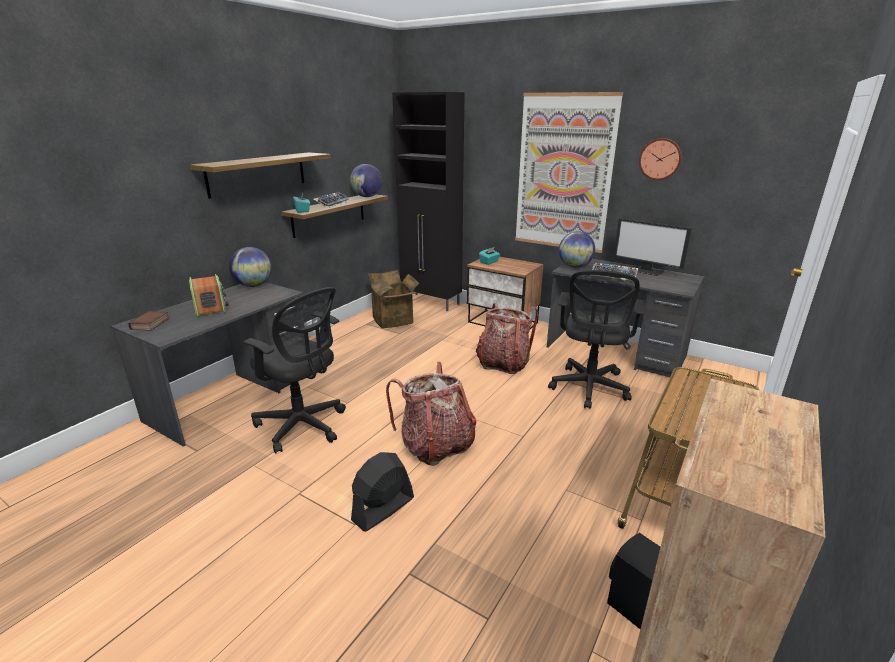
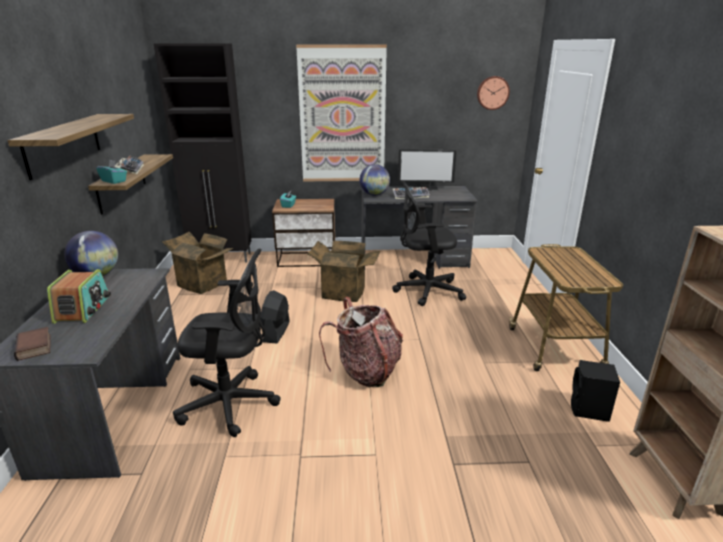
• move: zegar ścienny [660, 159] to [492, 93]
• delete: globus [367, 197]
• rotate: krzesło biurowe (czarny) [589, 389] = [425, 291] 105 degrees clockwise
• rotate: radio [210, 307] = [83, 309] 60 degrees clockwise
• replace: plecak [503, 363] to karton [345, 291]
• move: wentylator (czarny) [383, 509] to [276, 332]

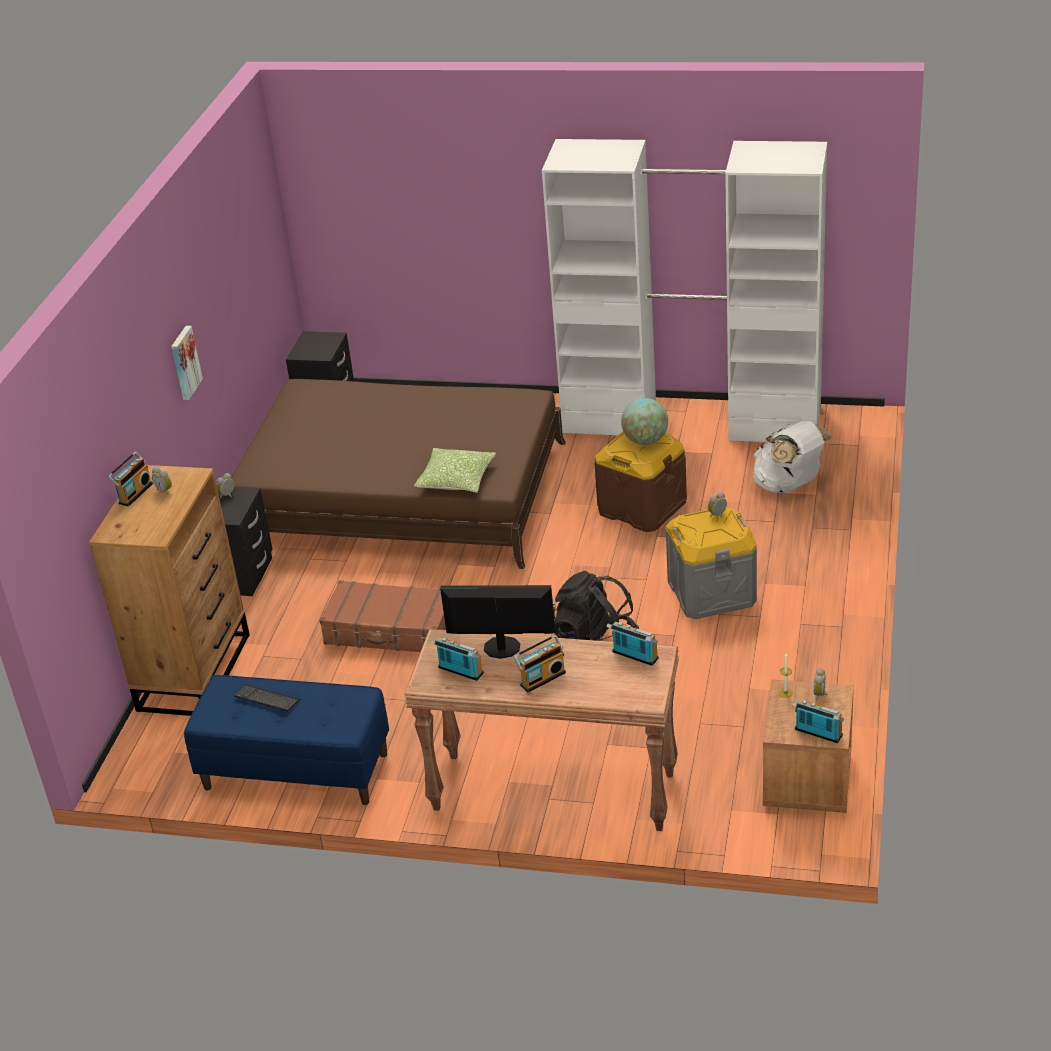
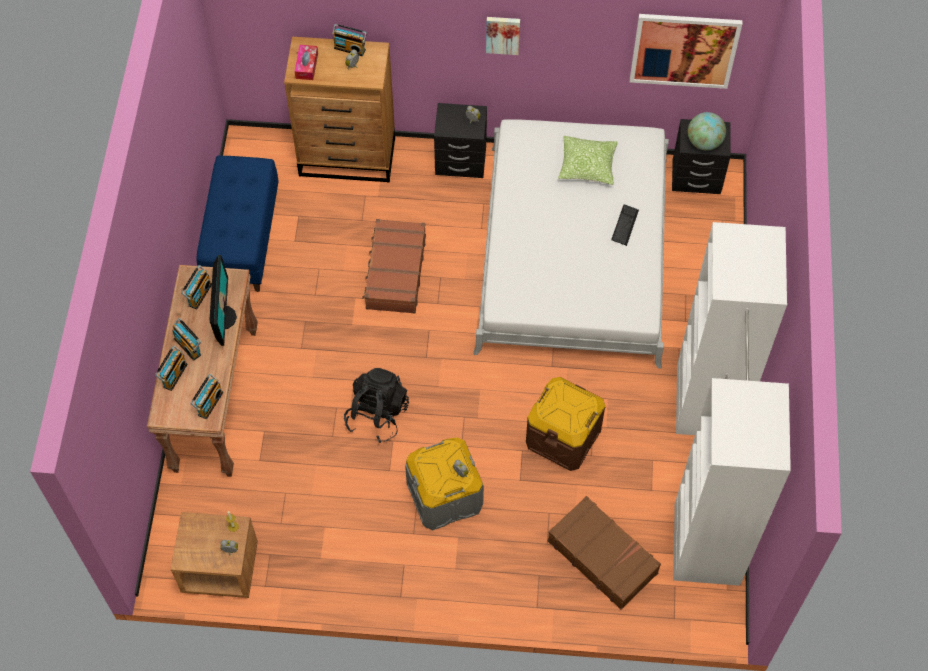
• recolor: łóżko (brązowy) [402, 495] to łóżko (biały) [573, 253]
• move: globus [645, 441] to [704, 142]
• replace: plecak (biały) [789, 485] to walizka (brązowy) [602, 556]
• move: poduszka [456, 480] to [587, 165]
• move: klawiatura [267, 699] to [625, 225]
• move: radio [817, 734] to [173, 375]
• insert: obraz [684, 50]
• insert: pudełko chusteczek [306, 66]

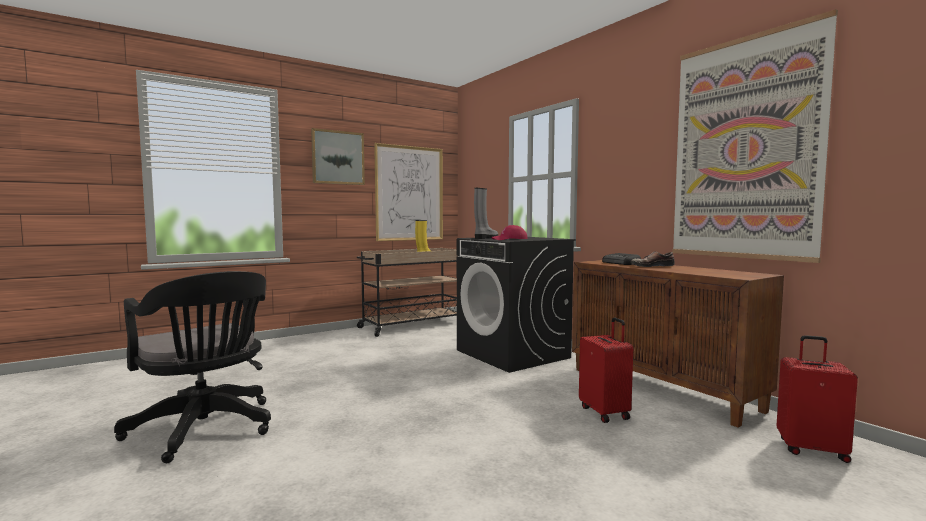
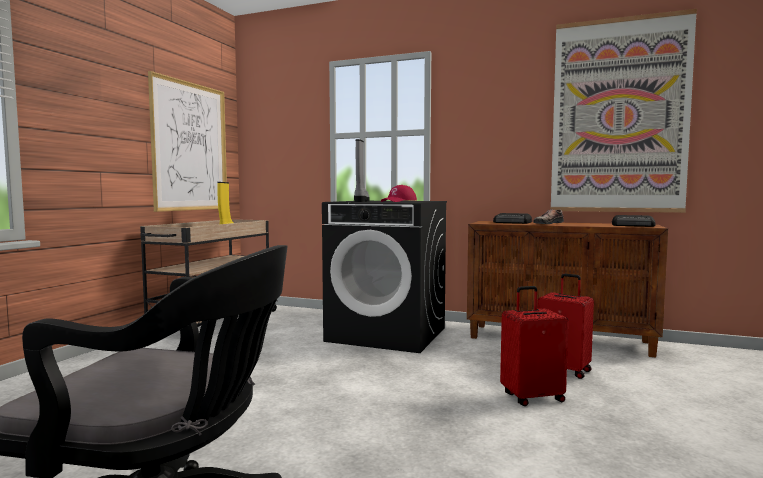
• delete: obraz [338, 157]
• move: walizka (czerwony) [811, 450] to [532, 397]
• insert: radio [633, 225]

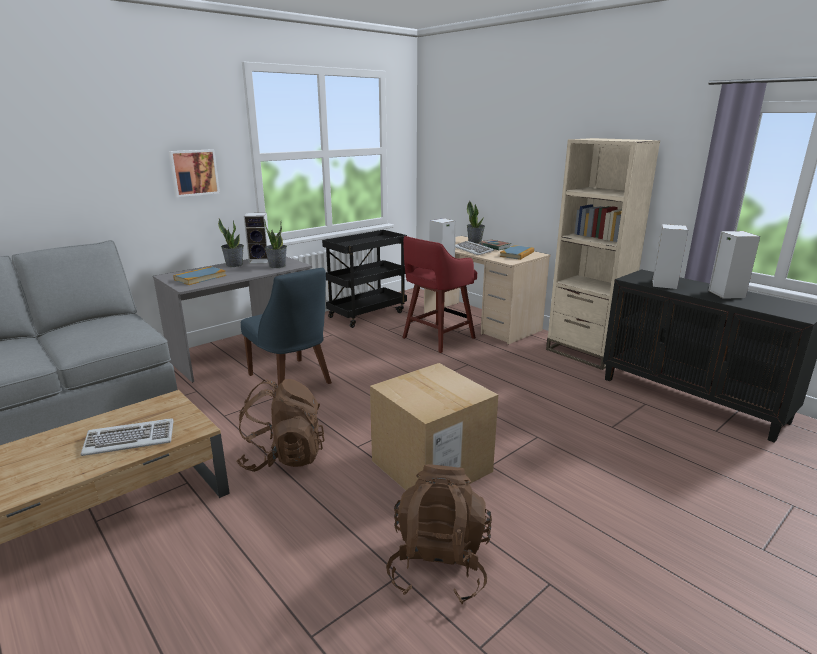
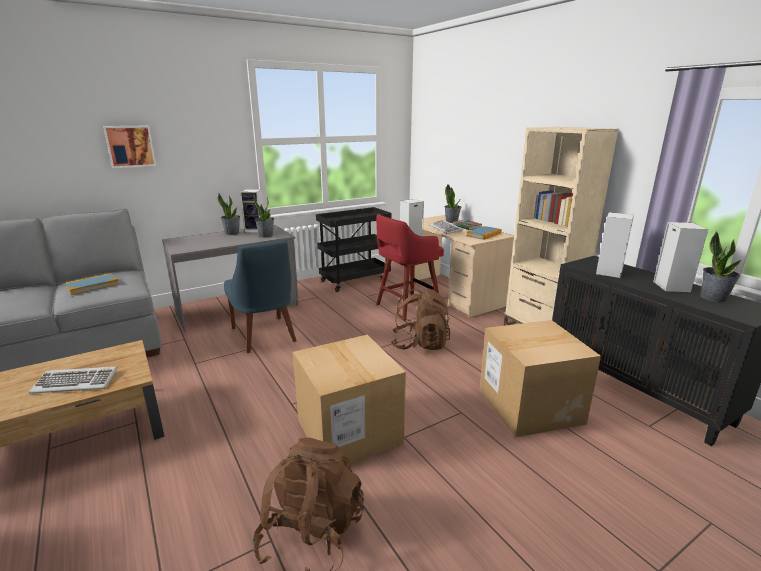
• move: obraz [194, 172] to [130, 146]
• move: książka [200, 278] to [92, 286]
• move: plecak (brązowy) [283, 457] to [420, 344]
• insert: roślina doniczkowa [713, 297]
• insert: karton [530, 406]

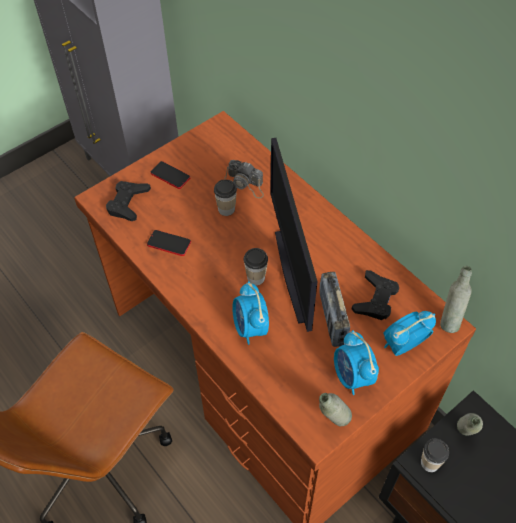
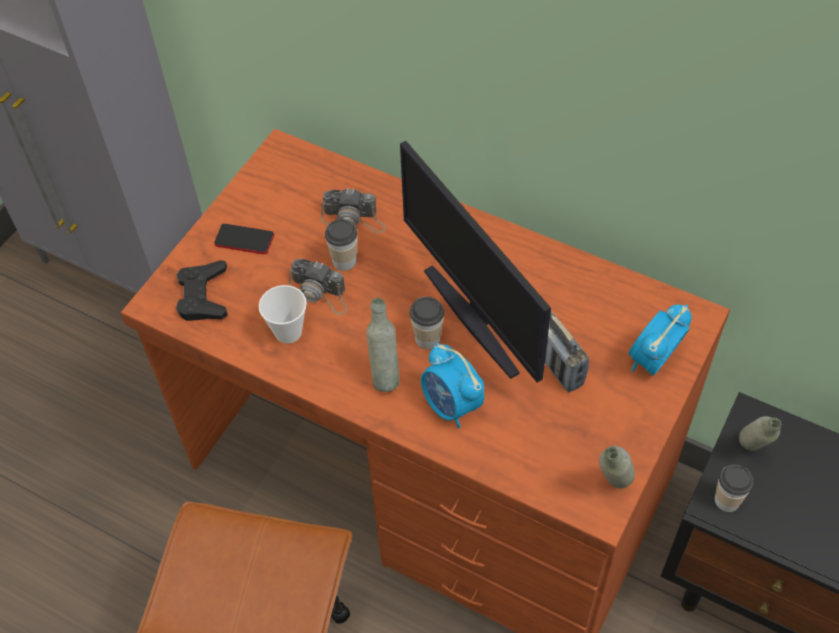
• replace: telefon [169, 243] to filiżanka [288, 332]
• move: butelka (szary) [449, 320] to [385, 375]
• delete: pad do gier (czarny) [375, 299]
• delete: budzik [352, 376]
• insert: aparat fotograficzny [319, 293]

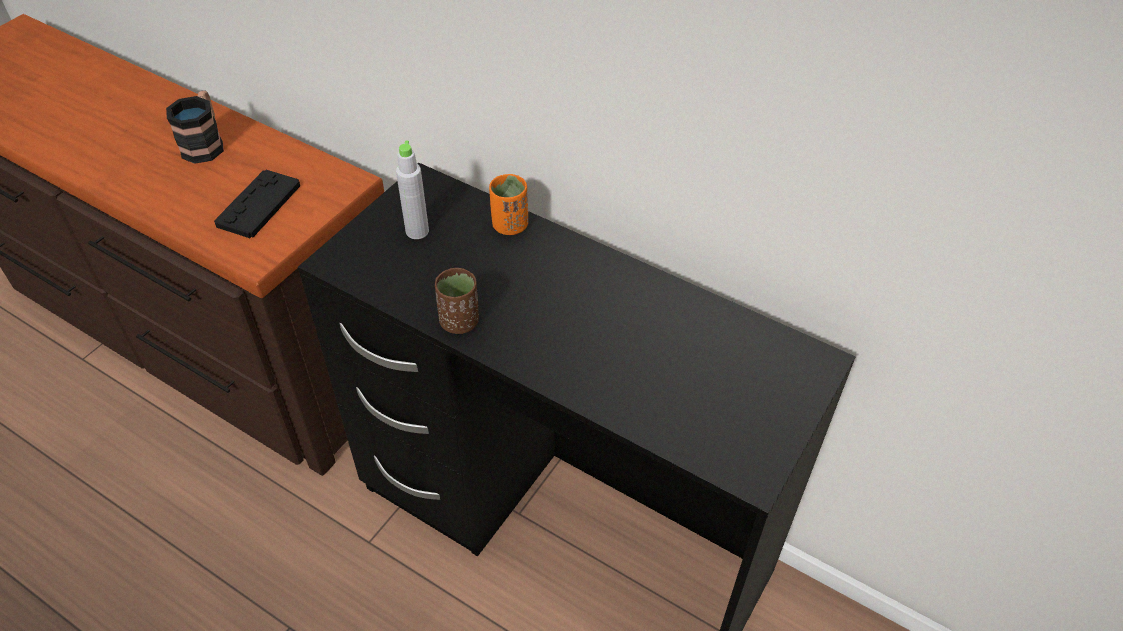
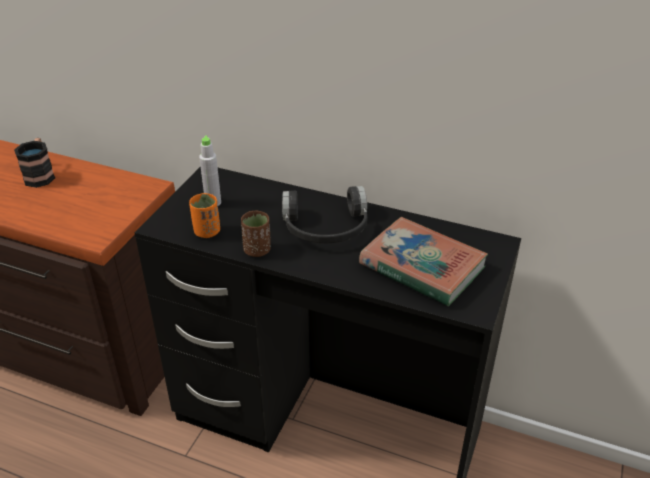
• delete: pad do gier (czarny) [259, 205]
• move: filiżanka (pomarańczowy) [510, 225] to [207, 232]
• insert: słuchawki (czarny) [326, 228]
• insert: książka [422, 266]

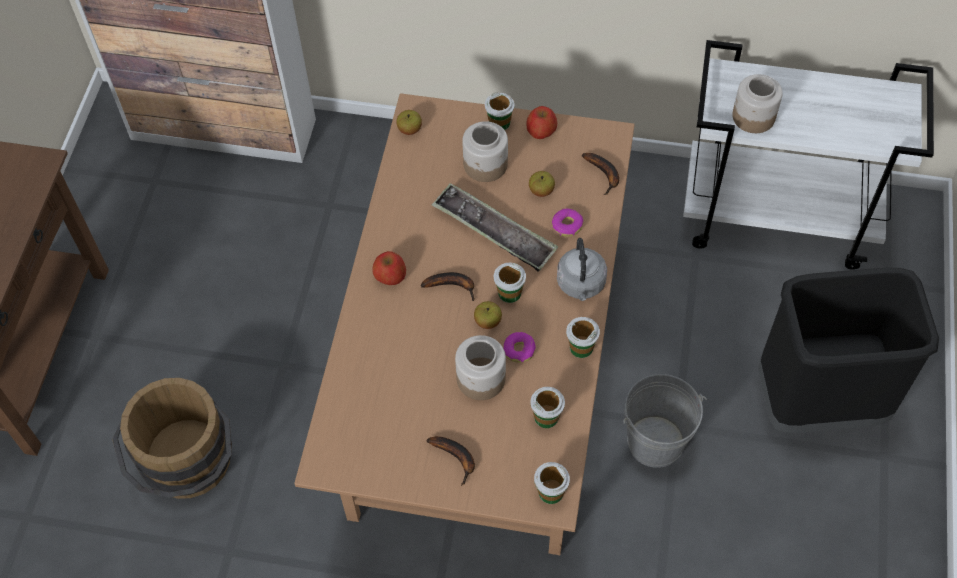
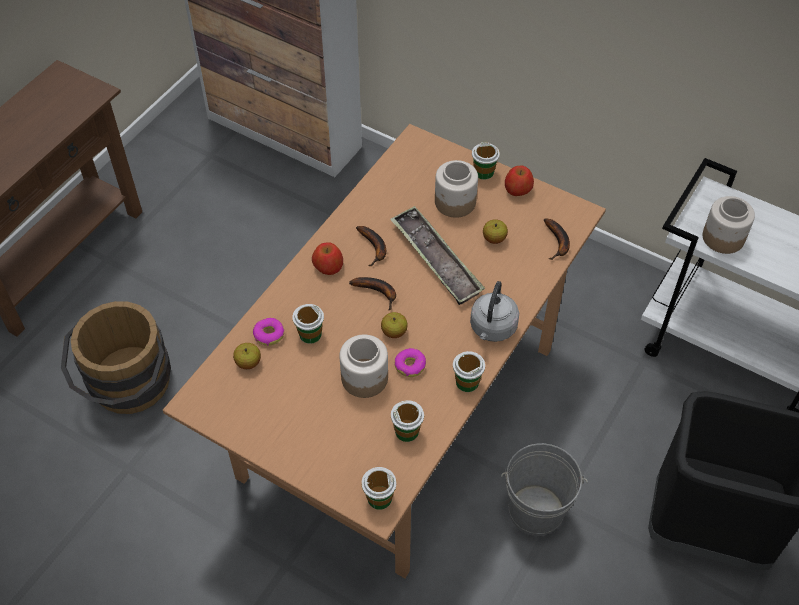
• move: jabłko [409, 129] to [248, 363]
• move: donut [567, 225] to [269, 334]
• move: filiżanka [509, 293] to [310, 334]
• move: banan [456, 458] to [374, 248]

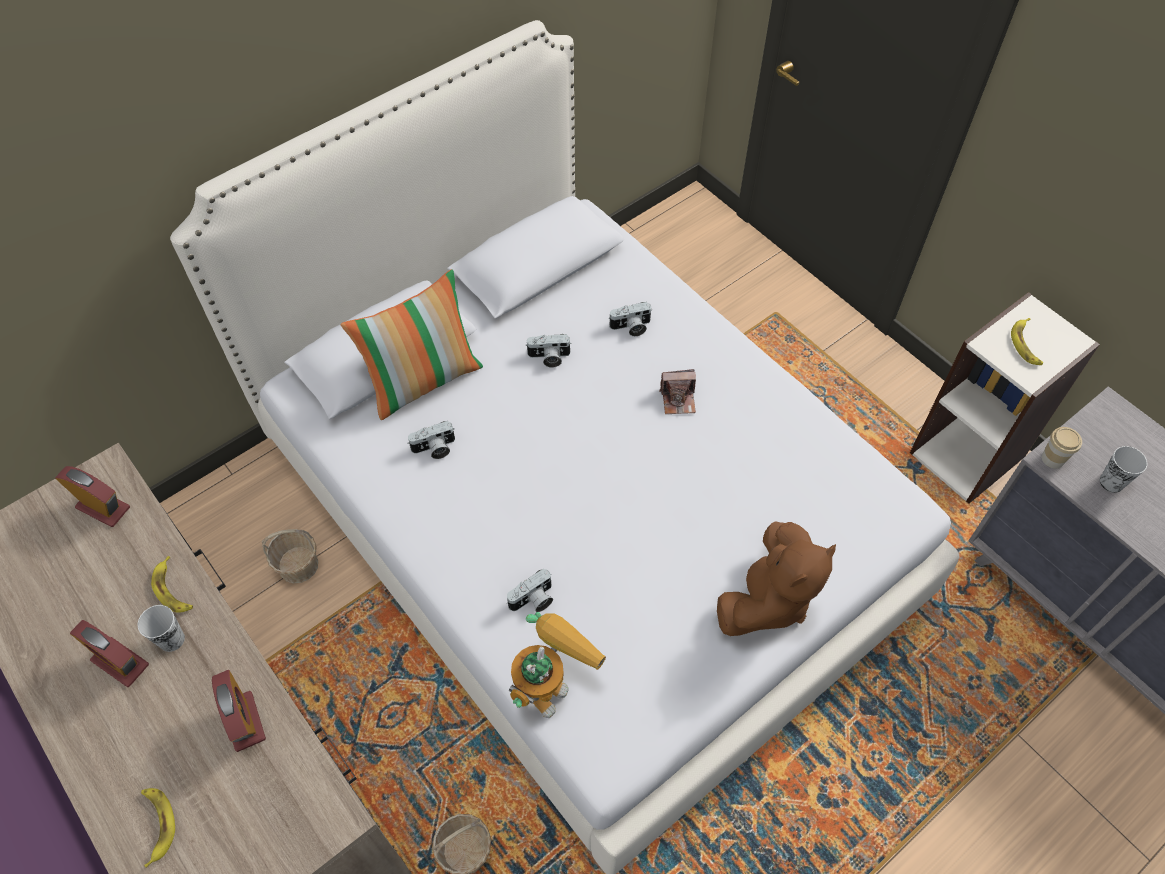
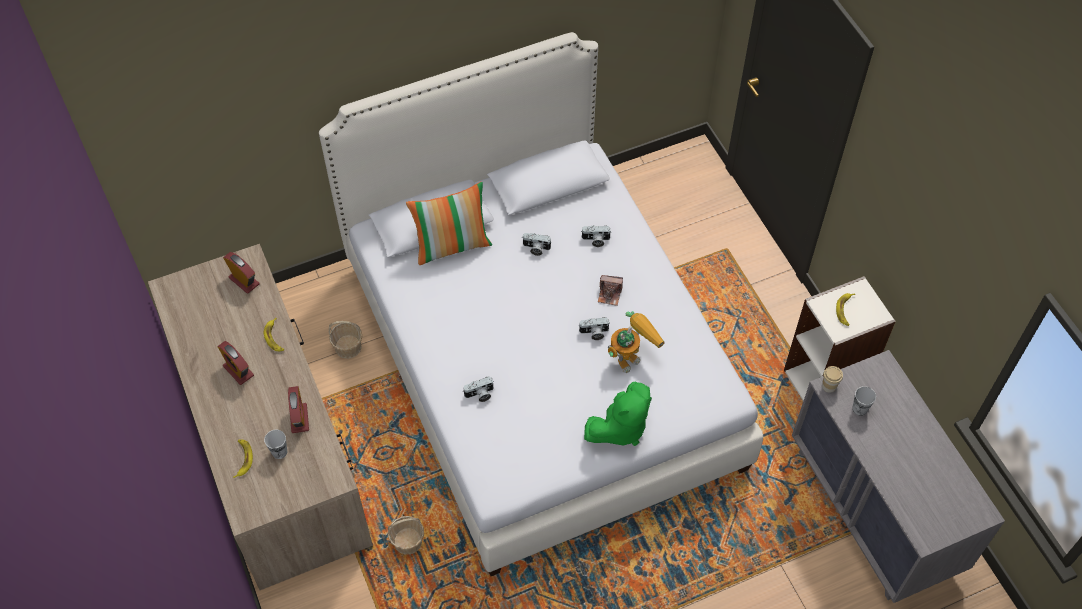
• move: aparat fotograficzny [434, 449] to [594, 333]
• recolor: pluszak (brązowy) [767, 600] to pluszak (zielony) [620, 428]
• move: filiżanka [172, 639] to [279, 452]
• move: robot zabawkowy [551, 681] to [631, 355]

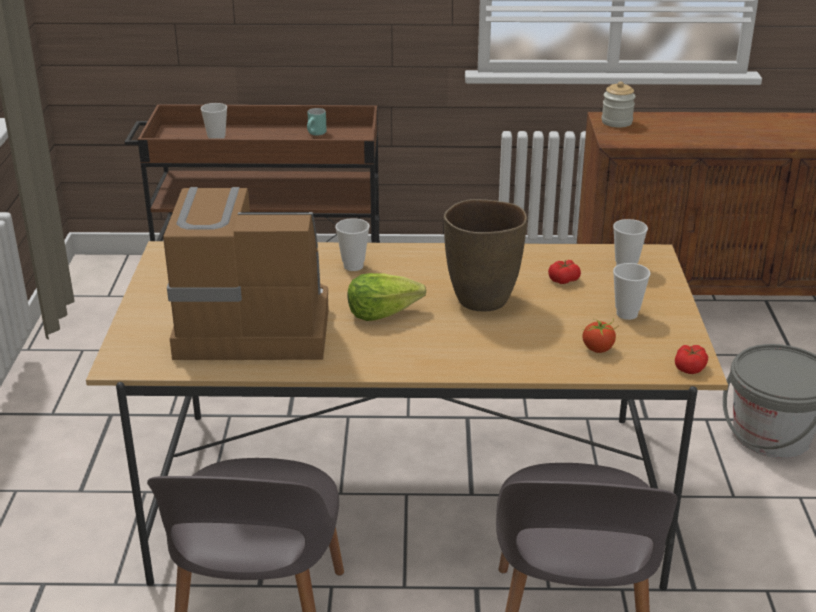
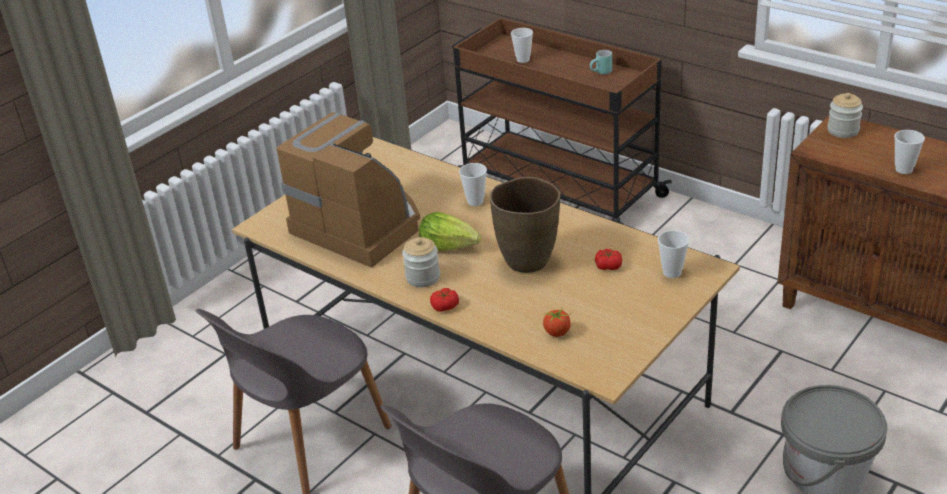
• move: filiżanka [627, 314] to [904, 169]
• move: pomidor [690, 367] to [445, 306]
• insert: słoik [423, 277]

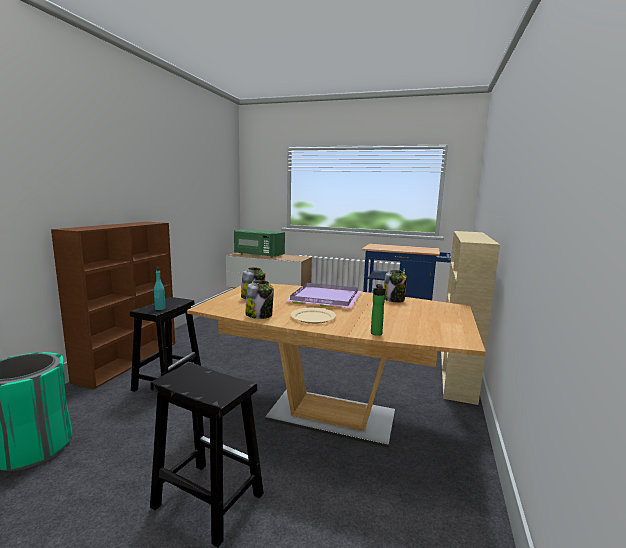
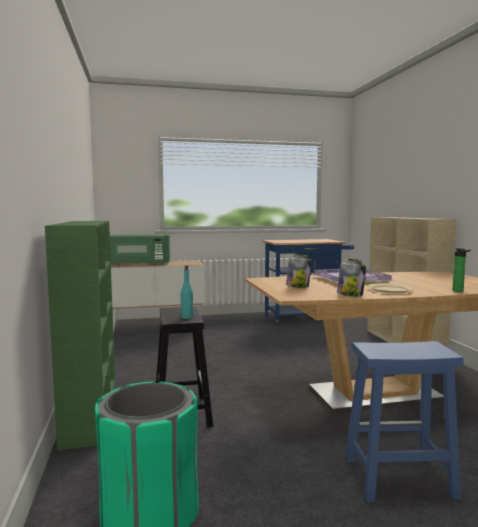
• recolor: regał (brązowy) [129, 360] to regał (zielony) [90, 408]
• delete: słoik [394, 299]
• recolor: stołek (czarny) [206, 500] to stołek (niebieski) [397, 478]

